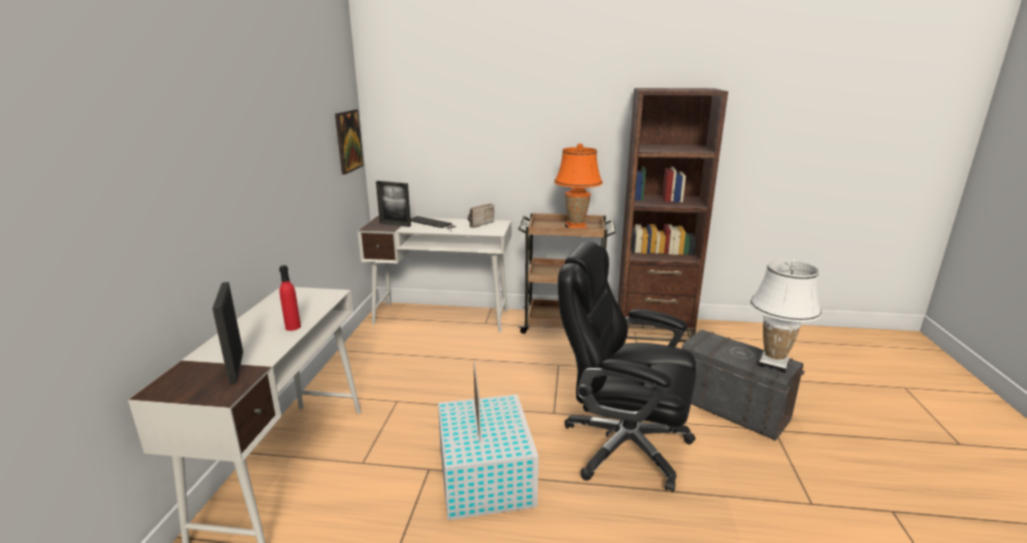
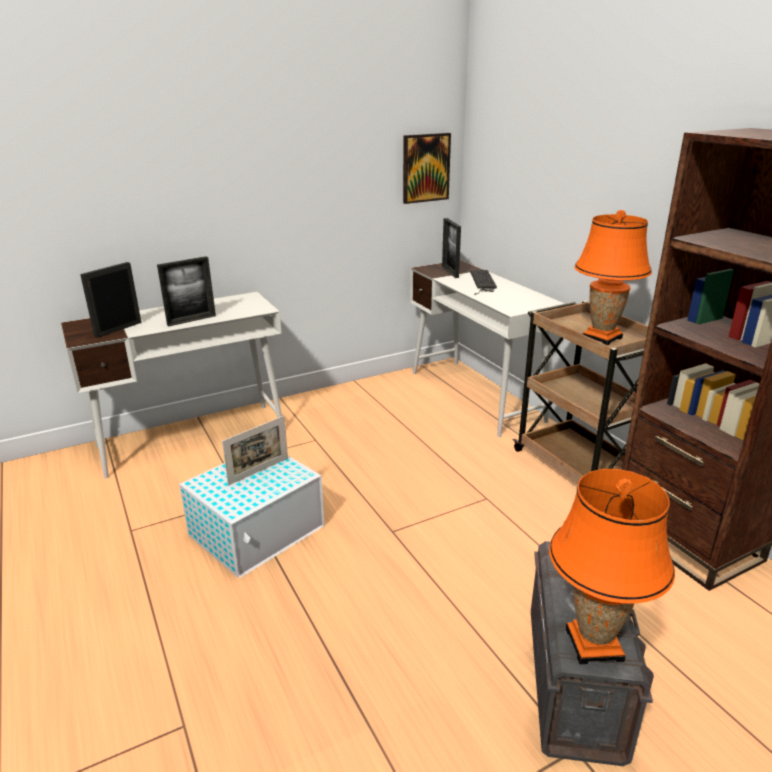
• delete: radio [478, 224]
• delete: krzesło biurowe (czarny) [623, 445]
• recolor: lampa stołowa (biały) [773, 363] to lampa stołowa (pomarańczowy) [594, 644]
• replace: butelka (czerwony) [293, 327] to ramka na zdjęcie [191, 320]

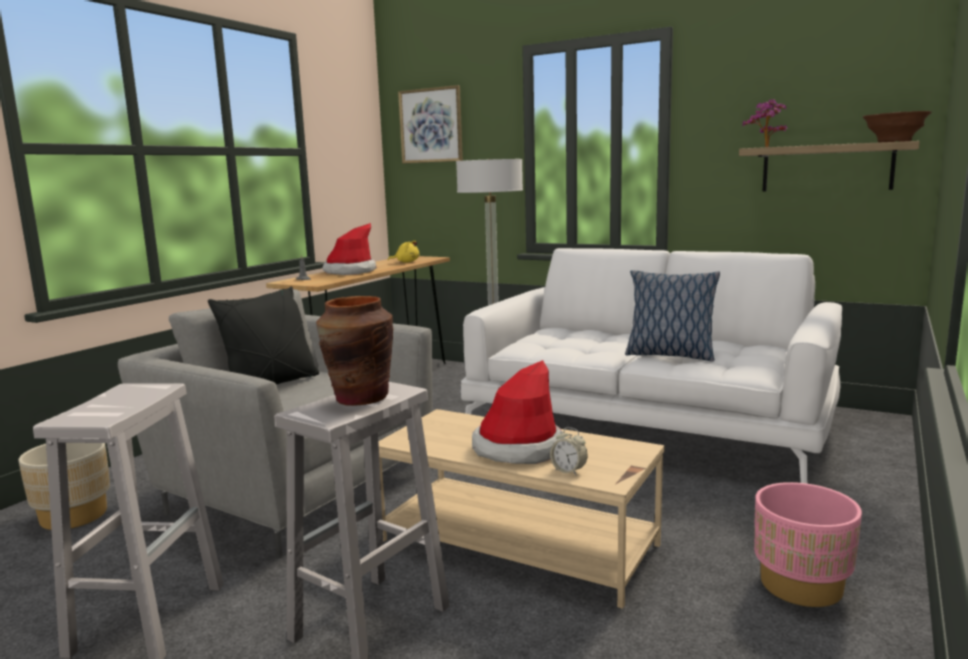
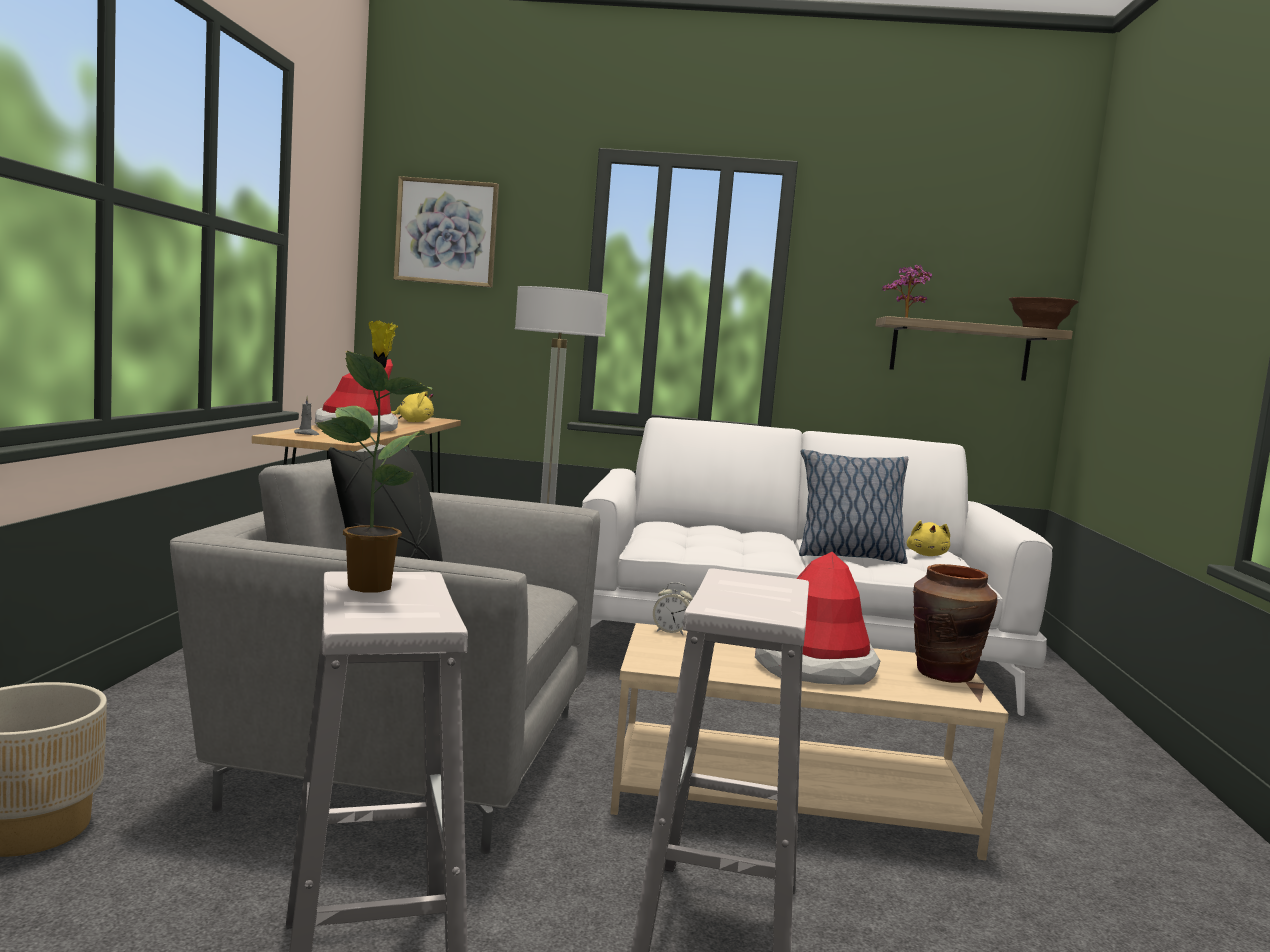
• move: wazon (brązowy) [361, 398] to [944, 674]
• move: budzik [568, 471] to [671, 632]
• delete: donica (różowy) [801, 585]
• insert: roślina doniczkowa [369, 586]
• insert: pluszak (żółty) [927, 555]

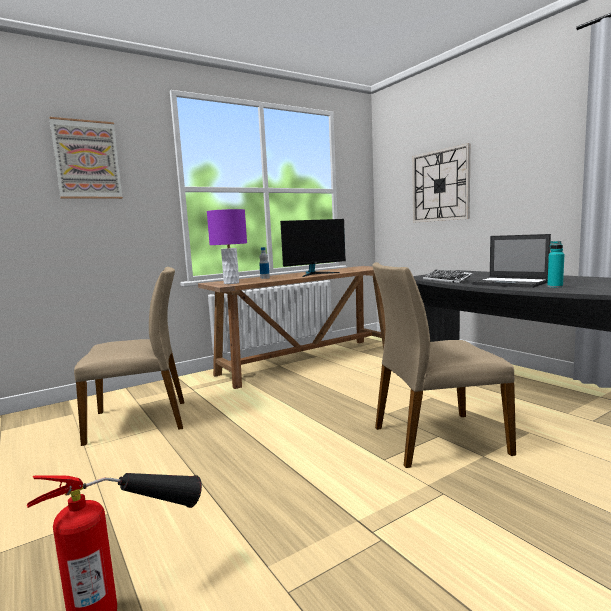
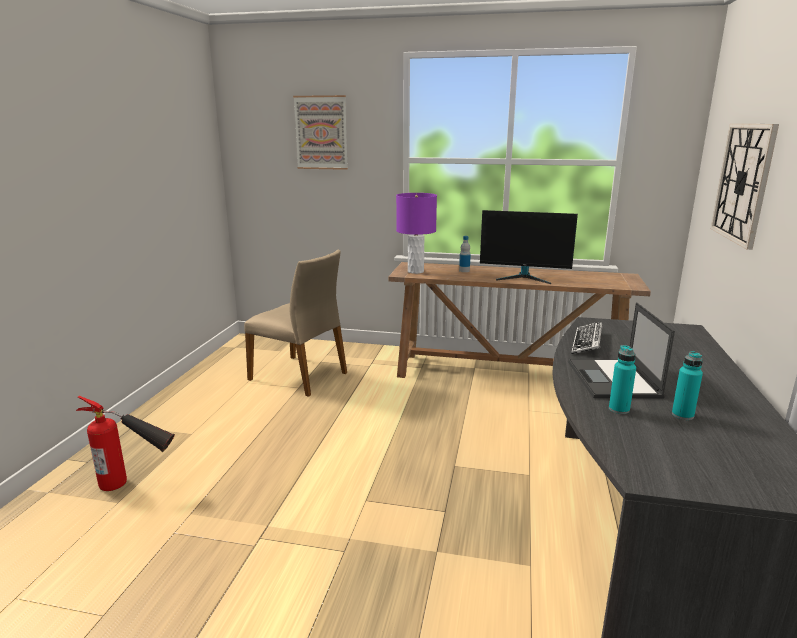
• delete: krzesło (beżowy) [437, 439]
• insert: butelka (turkusowy) [682, 415]

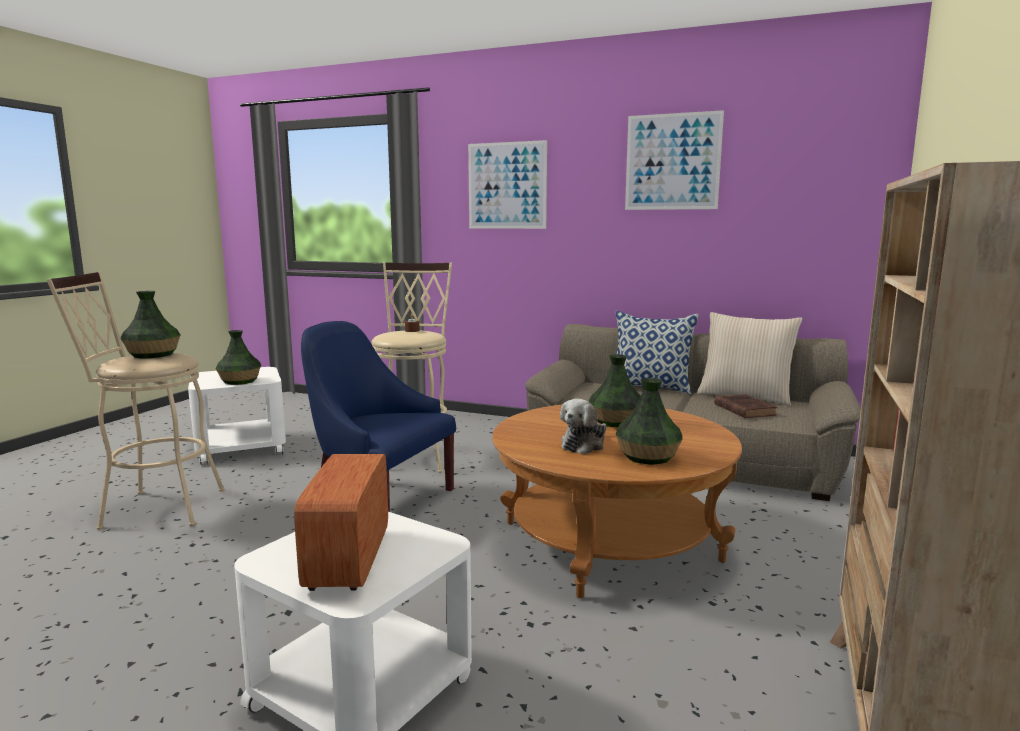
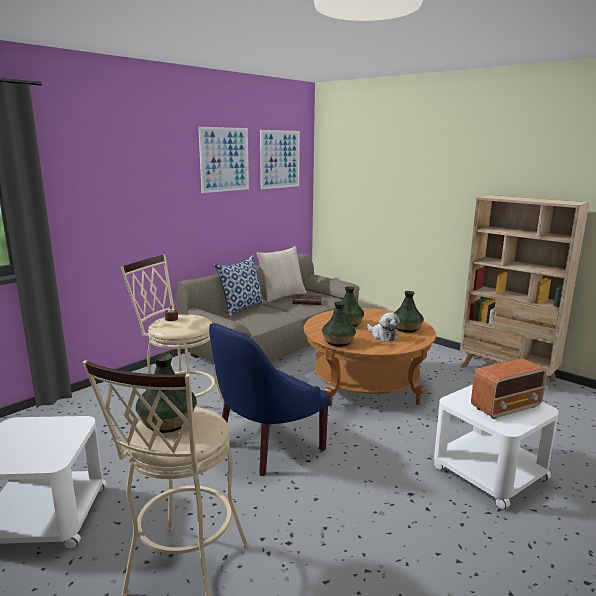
• move: obraz [507, 186] to [280, 159]
• move: wazon [240, 381] to [338, 342]
• rotate: radio [348, 560] = [506, 407] 45 degrees counterclockwise

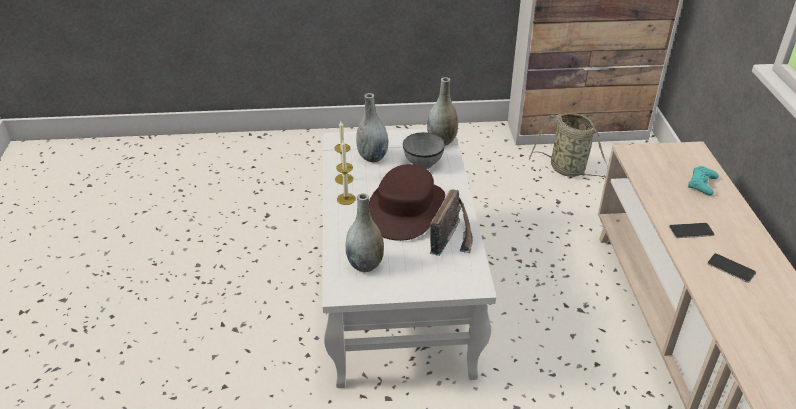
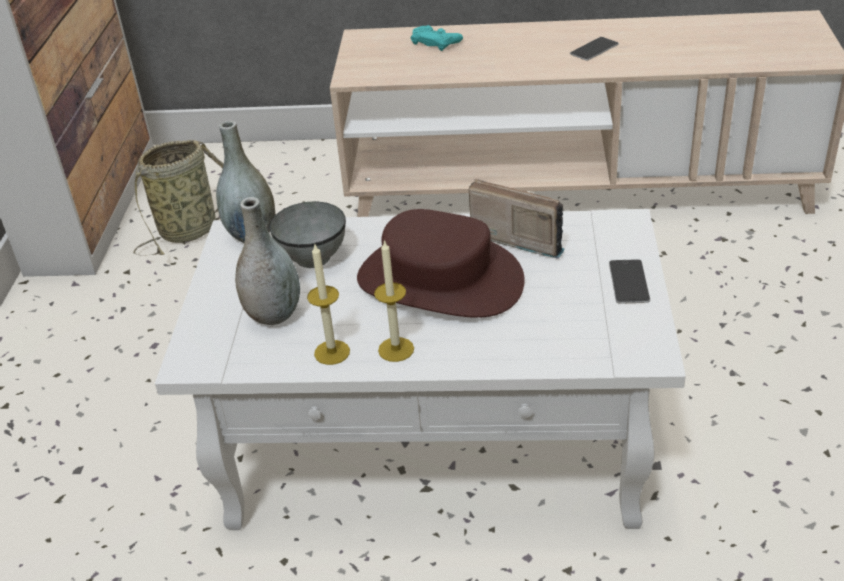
• delete: wazon (szary) [365, 264]
• move: telefon [691, 230] to [629, 281]

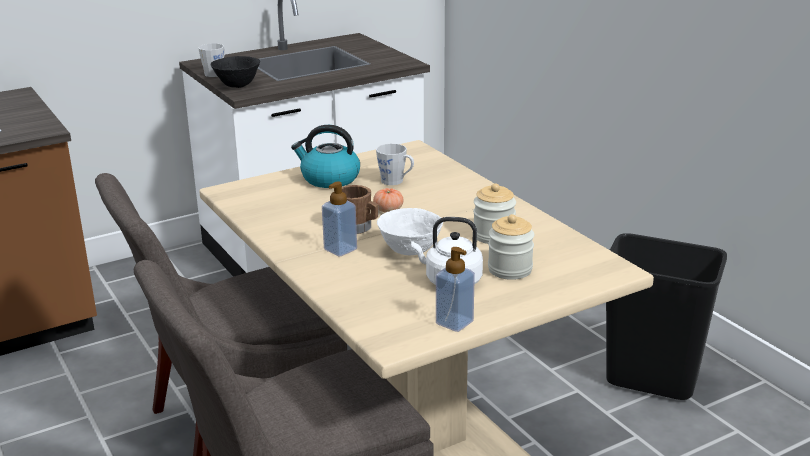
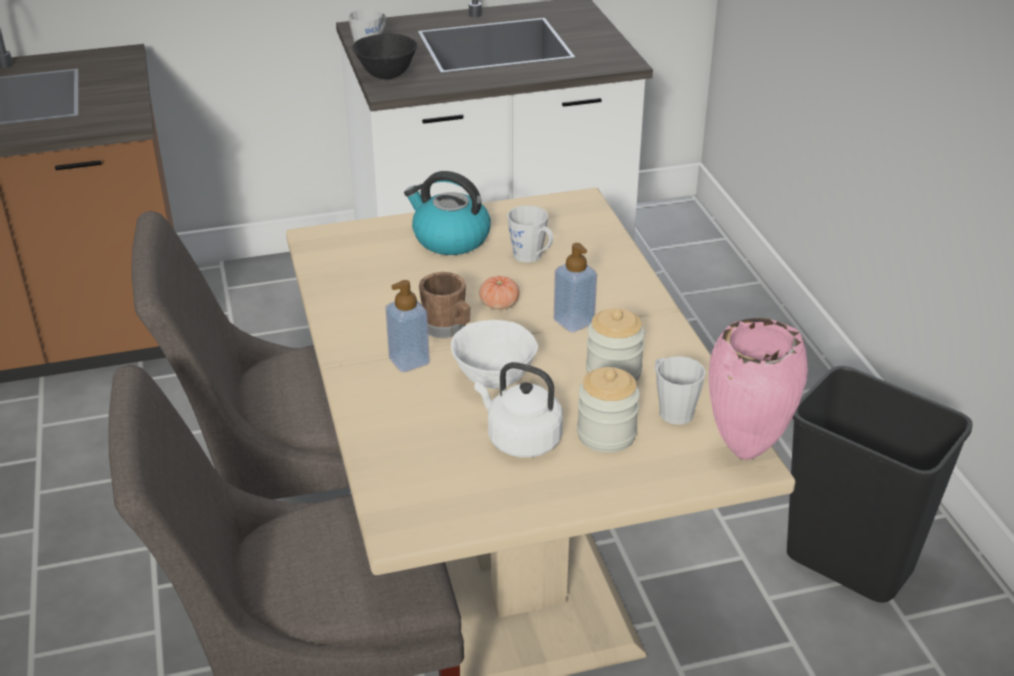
• move: dozownik mydła [454, 322] to [574, 322]
• insert: wazon (różowy) [746, 454]
• insert: kubek (szary) [672, 409]

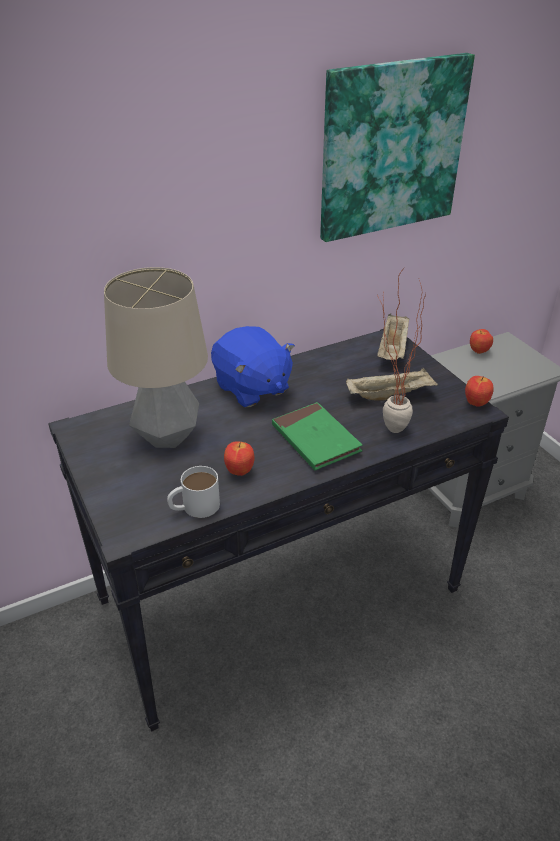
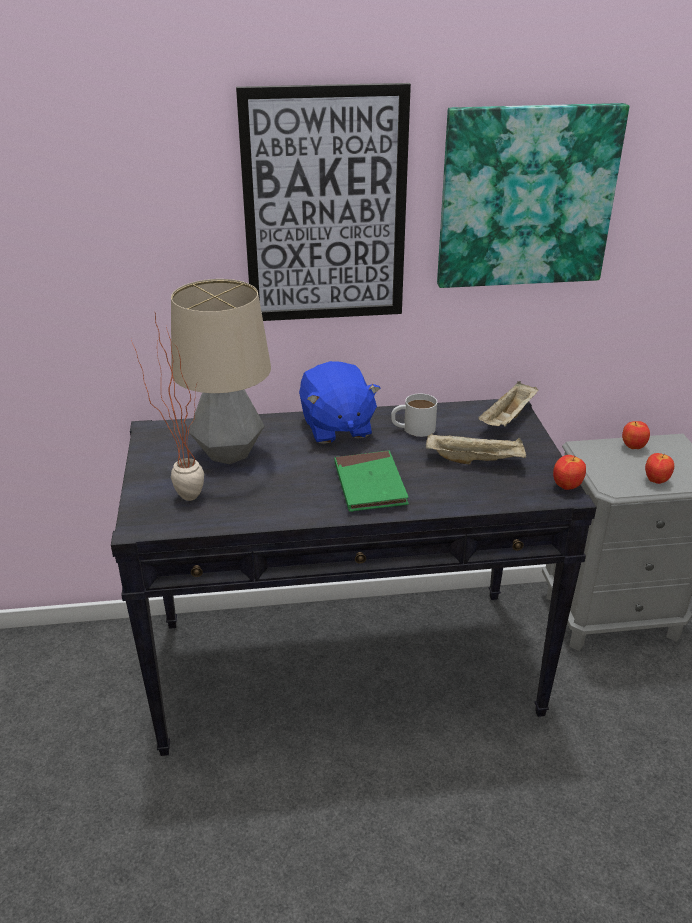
• move: roślina doniczkowa [385, 428] to [181, 494]
• move: jabłko [239, 471] to [655, 480]
• move: kubek (biały) [194, 507] to [413, 428]
• insert: obraz [325, 208]

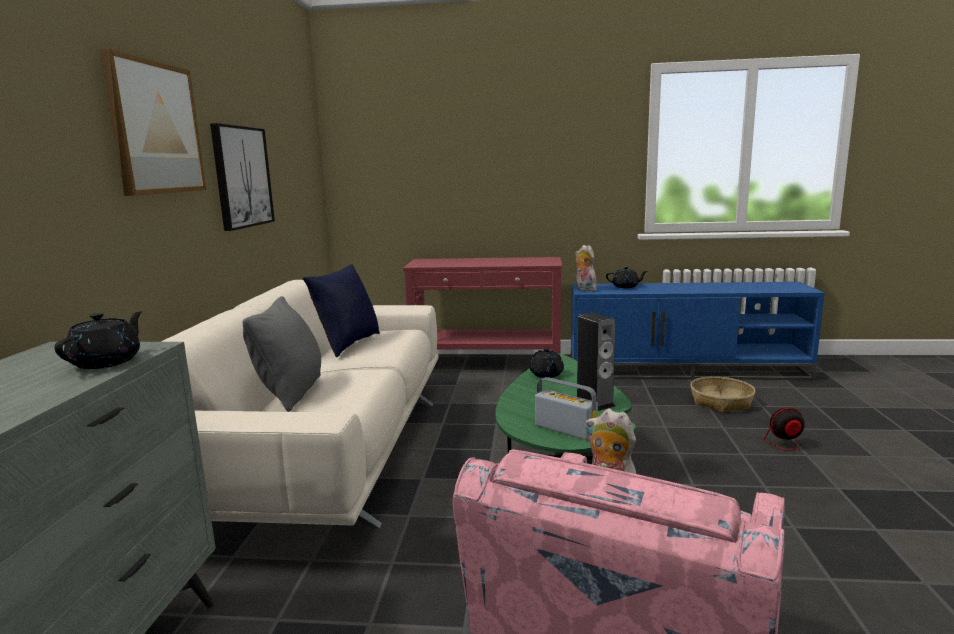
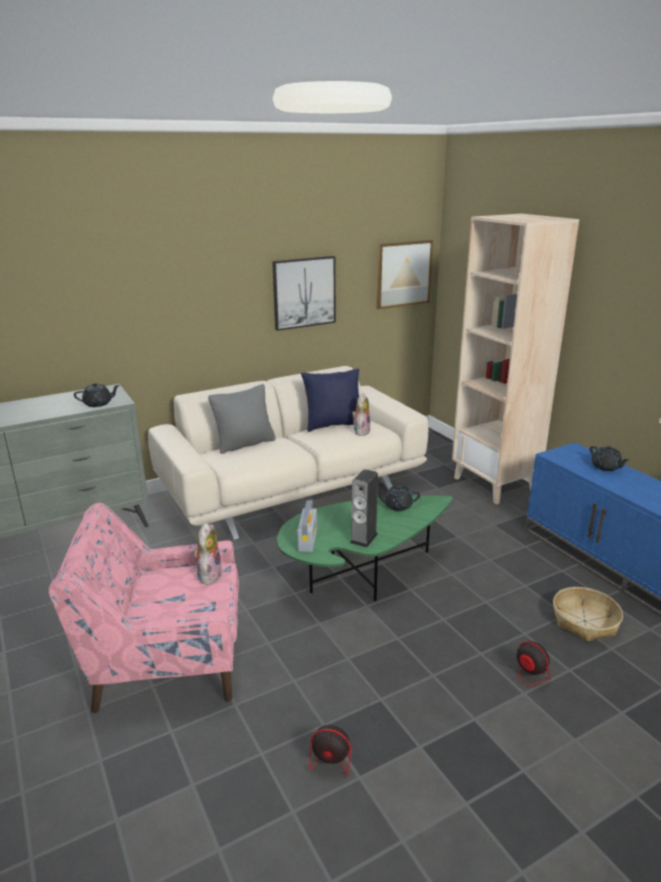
• move: obraz [155, 128] to [403, 274]
• move: pluszak [584, 289] to [361, 431]
• replace: stolik konsolowy (czerwony) [487, 364] to regał (beżowy) [495, 484]
• rotate: imbryk (czarny) [546, 374] = [397, 506] 45 degrees clockwise
• insert: wentylator [347, 754]

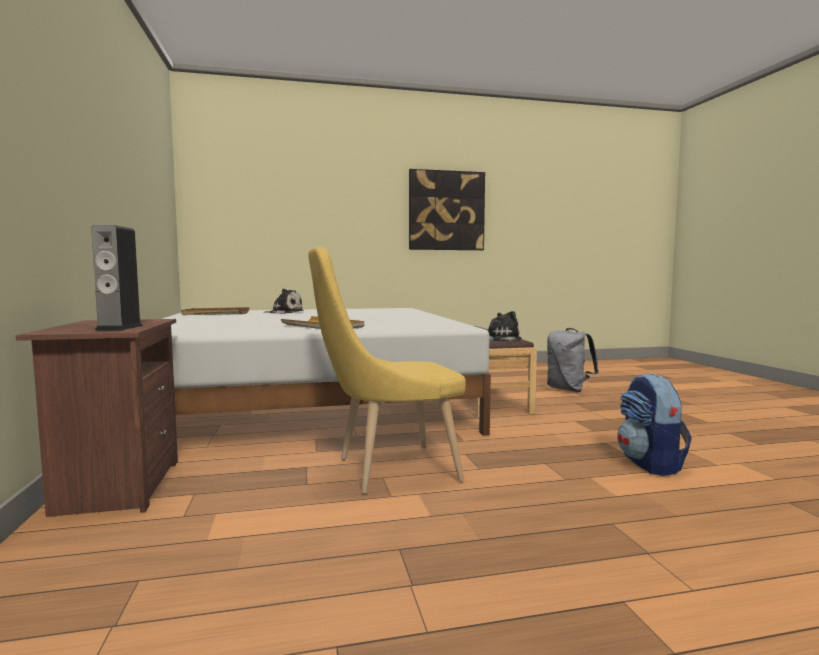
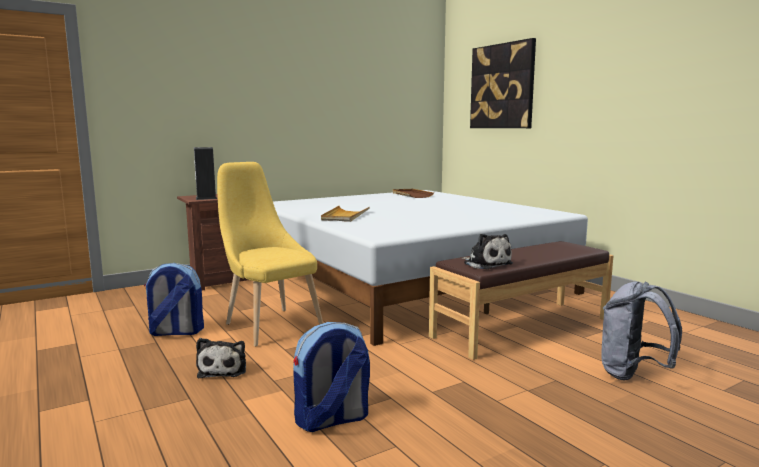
• move: obraz [446, 211] to [502, 86]
• move: pluszak [284, 312] to [223, 369]
• insert: plecak [175, 332]

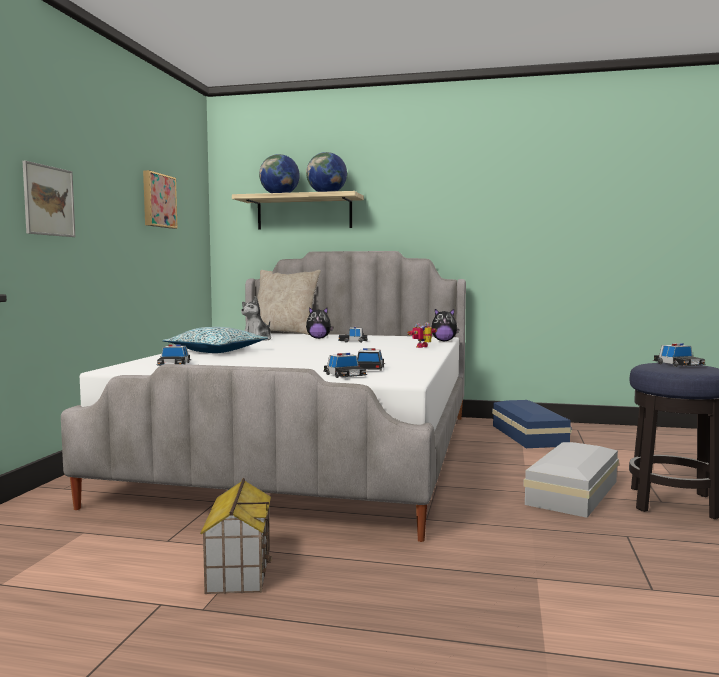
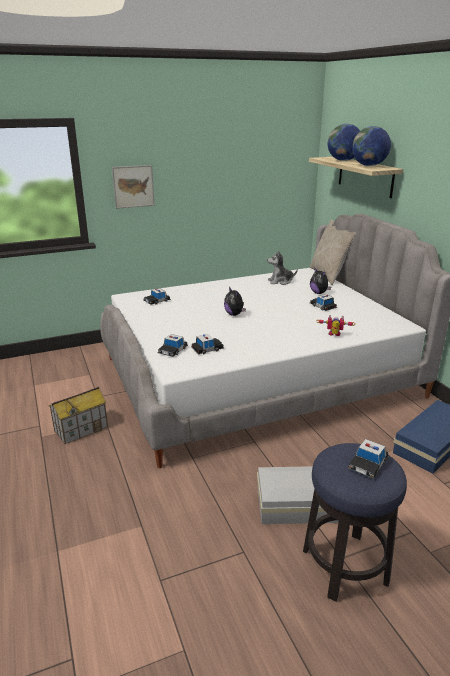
• delete: obraz [158, 200]
• move: pluszak [444, 341] to [234, 314]
• delete: poduszka [217, 351]

